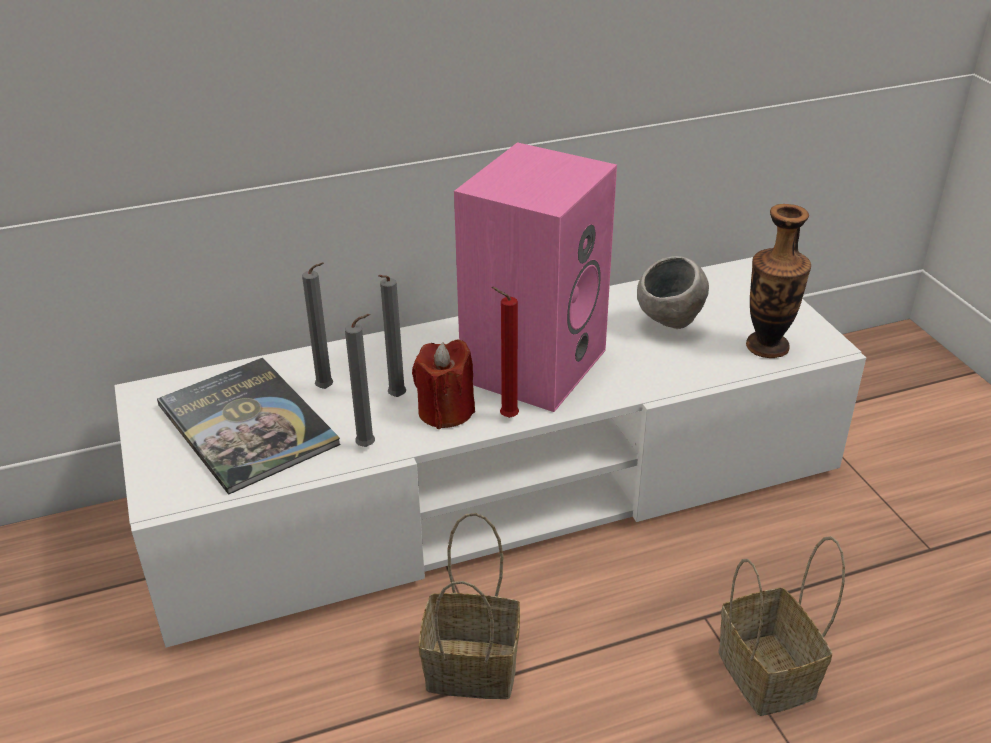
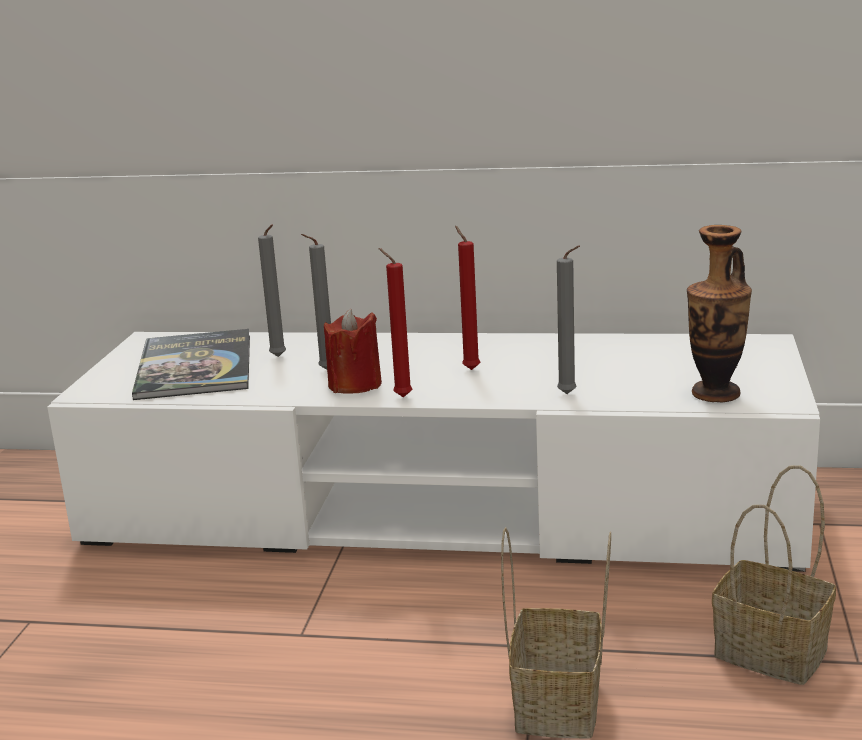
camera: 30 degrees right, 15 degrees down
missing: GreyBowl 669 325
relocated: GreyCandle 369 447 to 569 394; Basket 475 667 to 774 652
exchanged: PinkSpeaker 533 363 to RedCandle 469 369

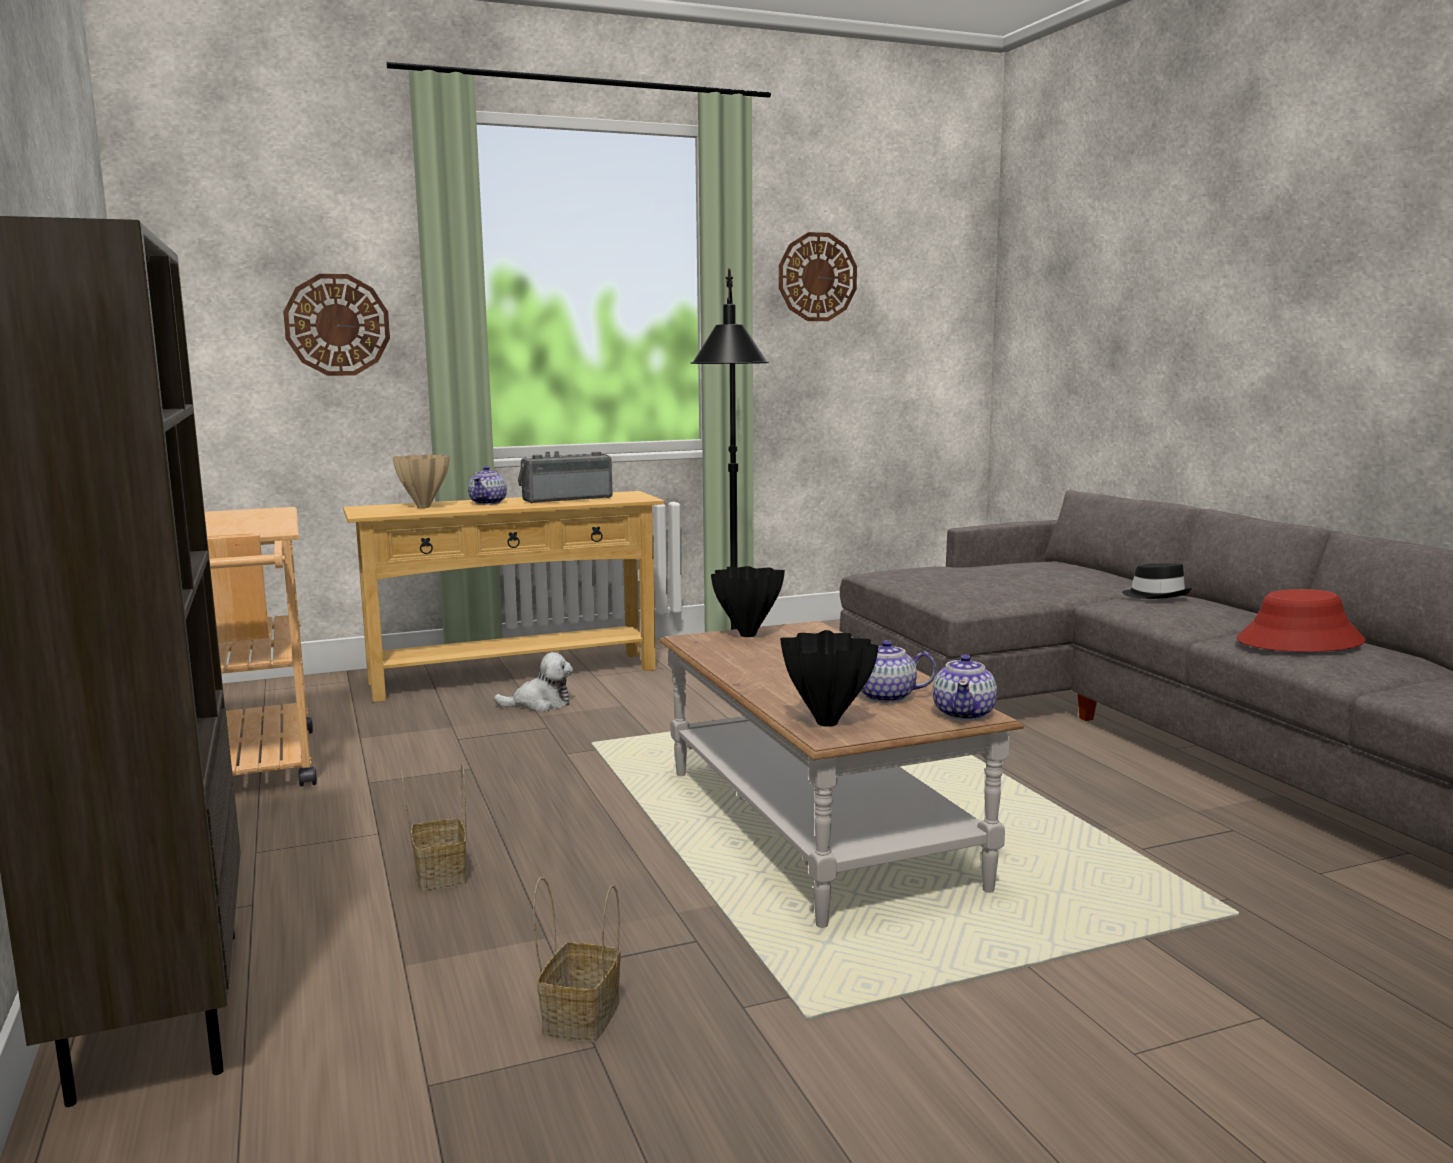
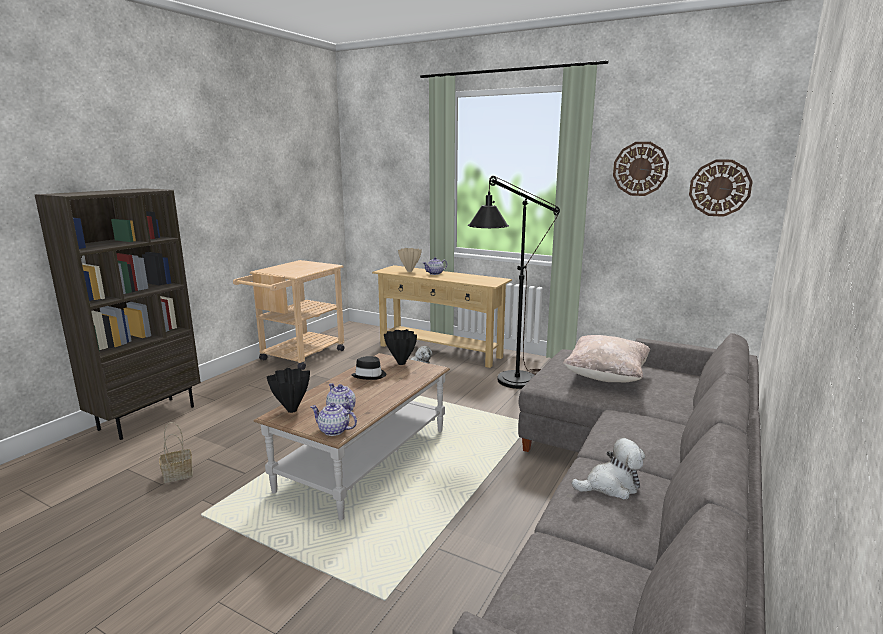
camera: 50 degrees right, 5 degrees up
missing: Basket 439 874; Radio 566 499
appeared: BeigePillow 606 376
relocated: WallClock 337 325 to 719 188; BlackHat 1156 595 to 370 375
exchanged: RedHat 1299 641 to PlushToy 610 486
spun: Teapot 964 713 = 334 431 45 degrees clockwise

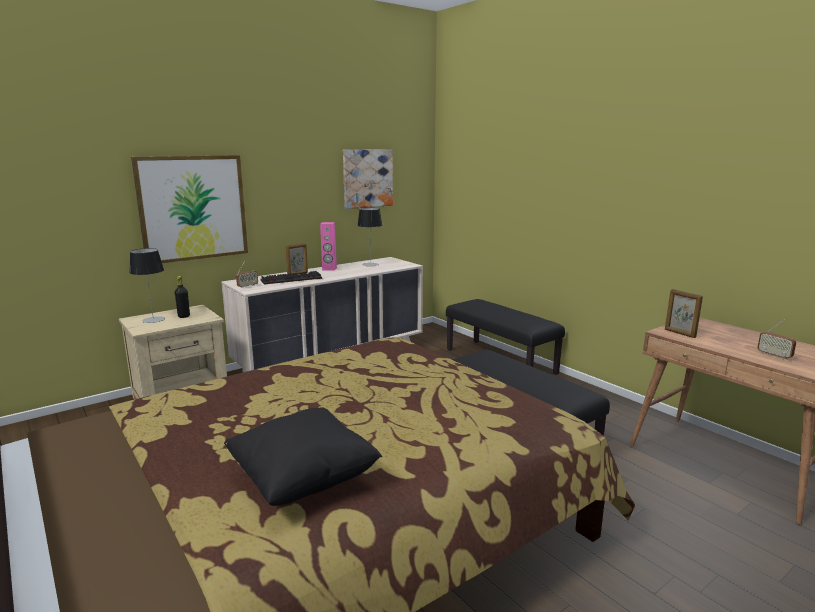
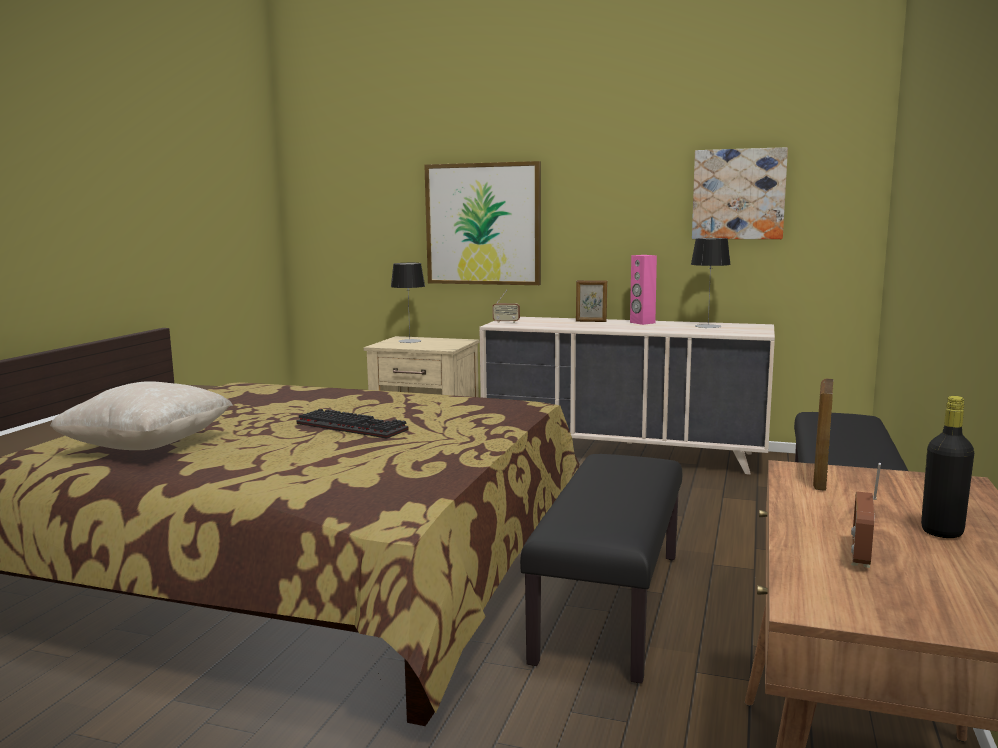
camera: 55 degrees right, 5 degrees down
relocated: BlackBottle 184 316 to 942 531; Keyboard 292 279 to 354 427
colour: BlackPillow 303 480 to BeigePillow 147 447

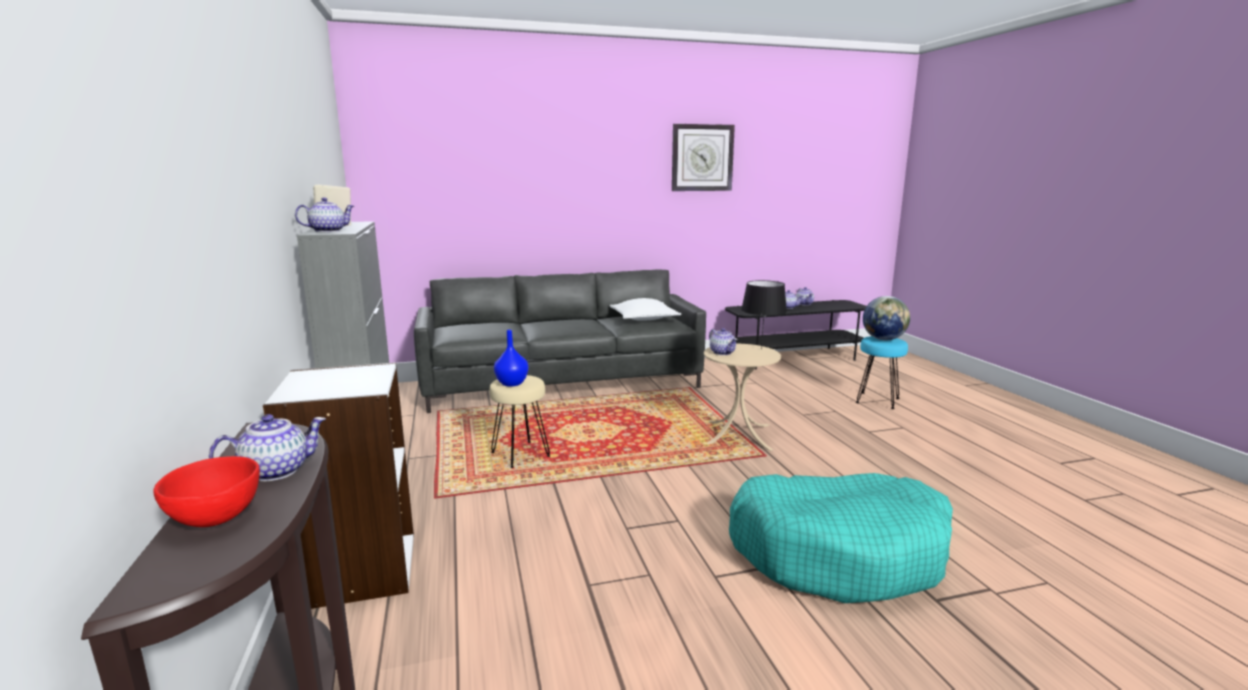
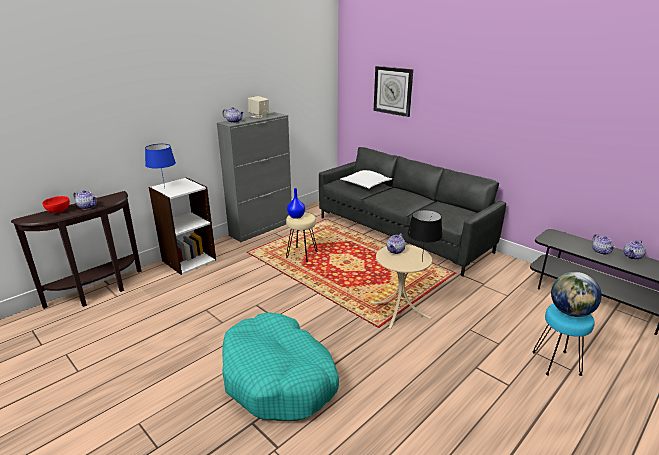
camera: 60 degrees right, 10 degrees up
appeared: BlueTableLamp 164 188
relocated: WhitePillow 644 318 to 366 184; WallClock 702 158 to 393 91

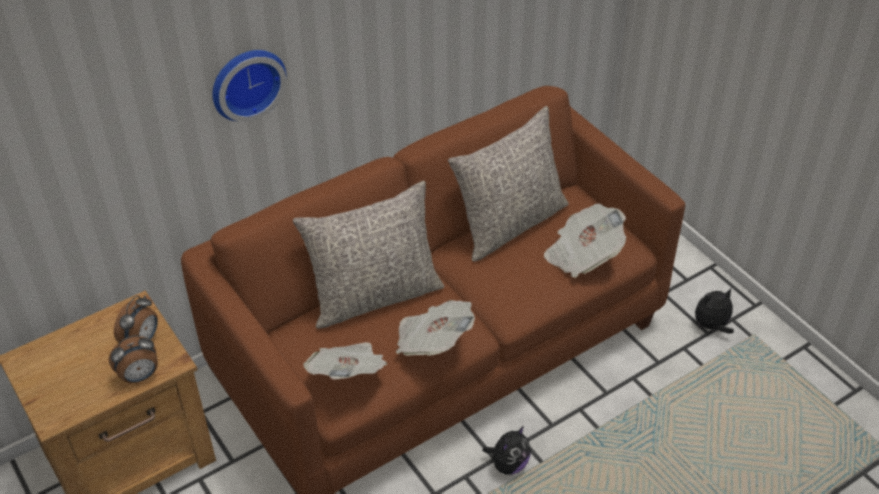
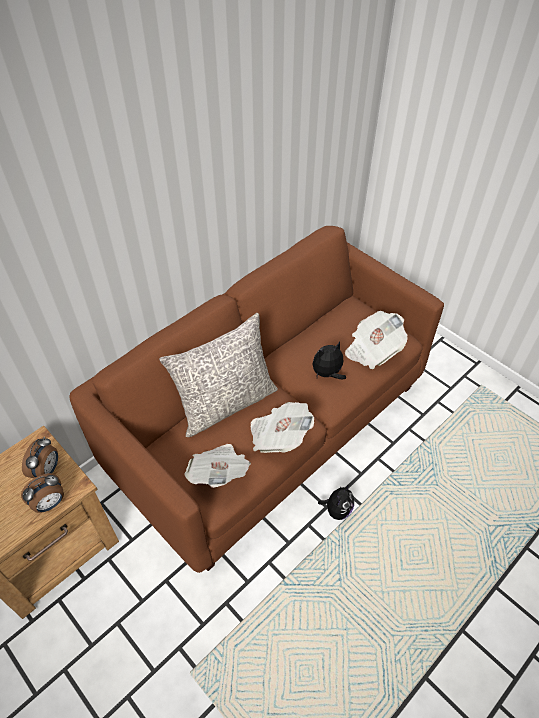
camera: 10 degrees left, 5 degrees up
missing: WallClock 246 82; GreyPillow 509 224
relocated: PlushToy 711 326 to 327 374

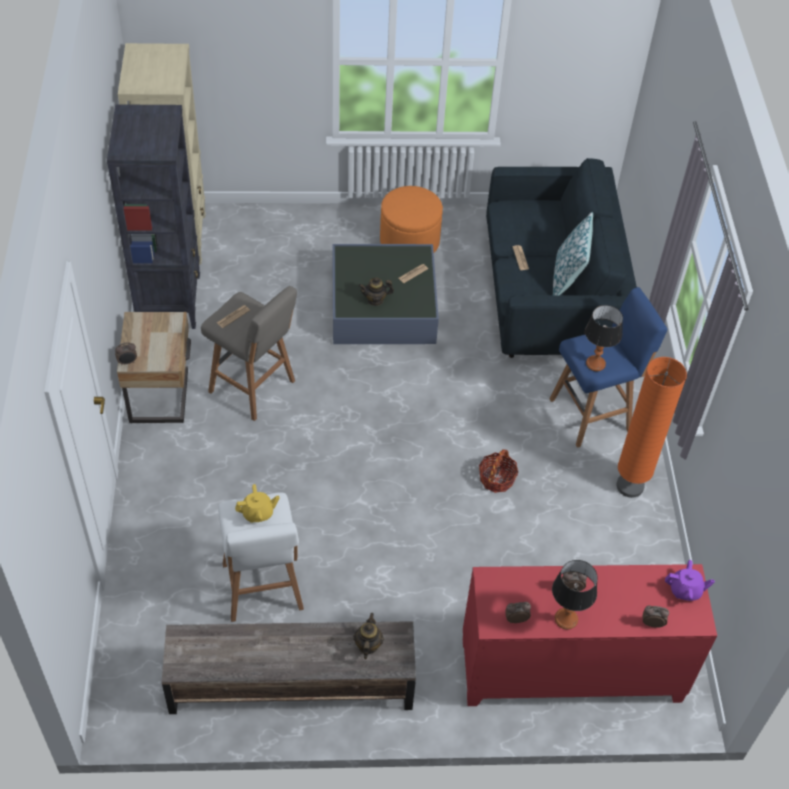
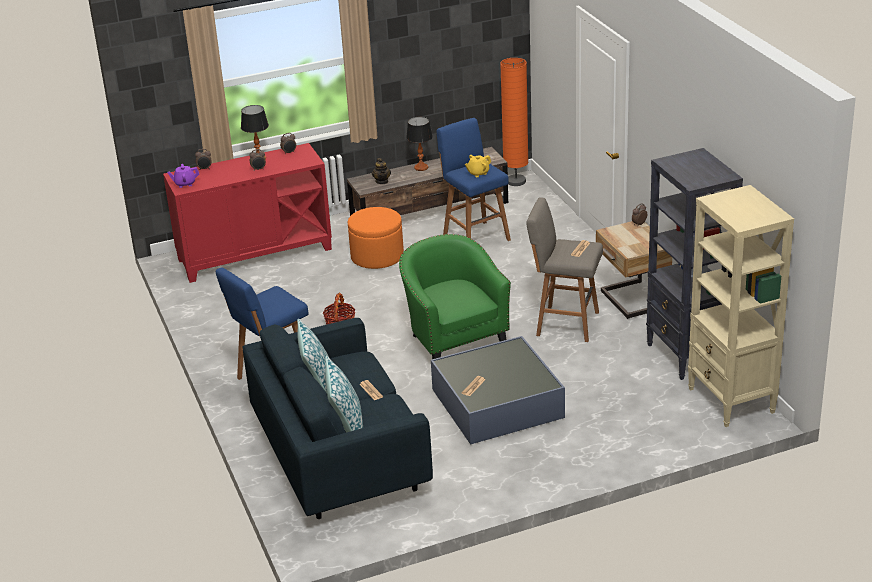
camera: 165 degrees right, 20 degrees down
missing: Teapot 375 300
appeared: Pillow 346 427; GreenArmchair 453 339
relocated: OrangeOttoman 409 241 to 377 256; TableLamp 595 363 to 421 168; OrangeFloorLamp 630 486 to 516 181
colour: WhiteStool 263 589 to BlueStool 475 237

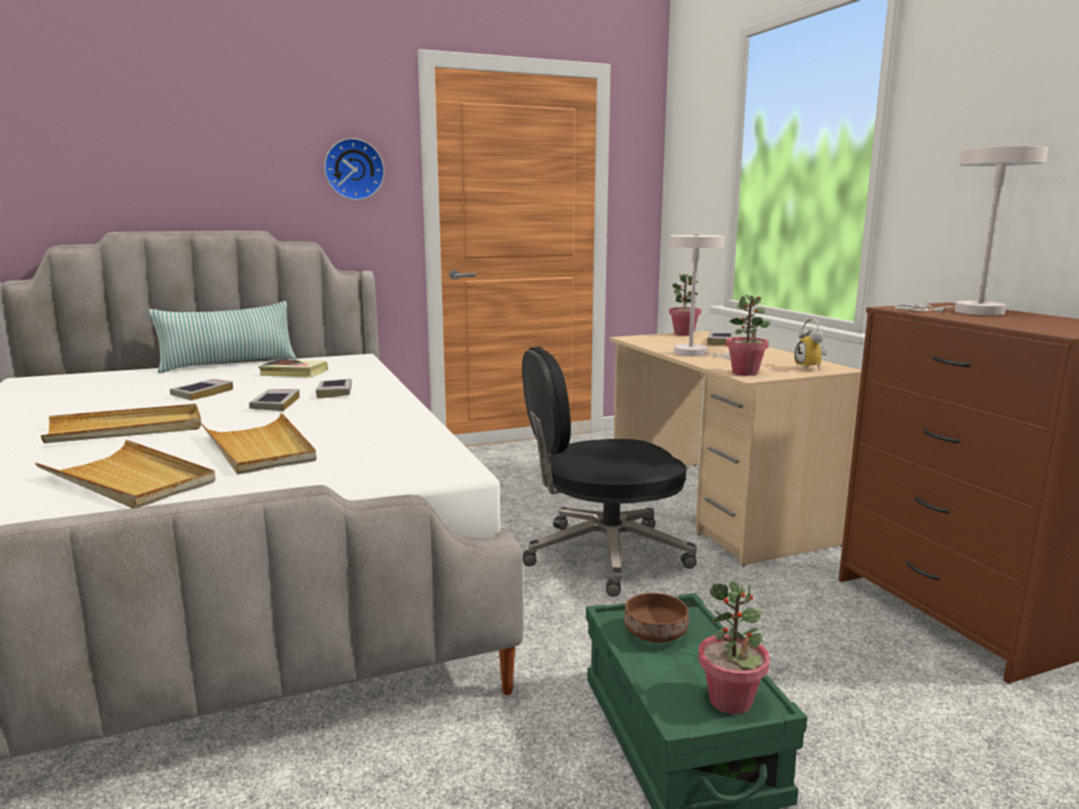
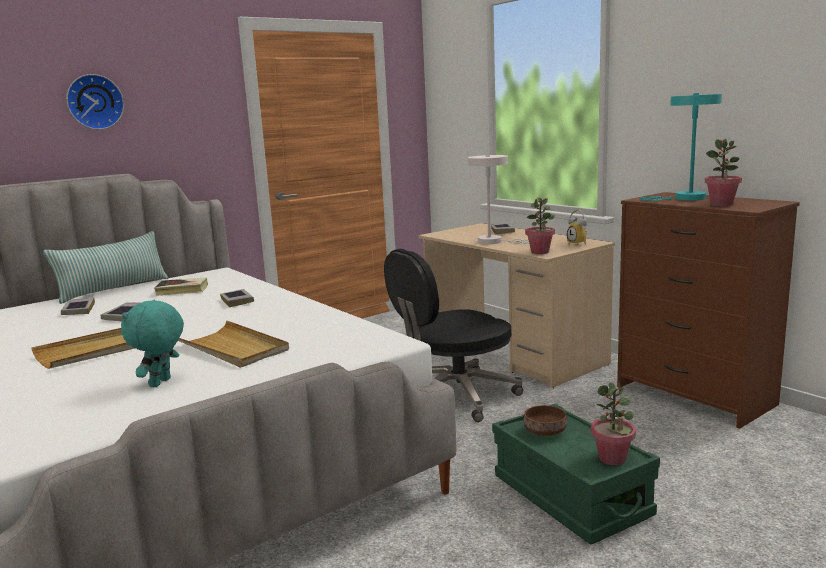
camera: 15 degrees left, 0 degrees up
relocated: Book 275 404 to 78 310; WallClock 353 169 to 94 102; PottedPlant 683 334 to 721 204
exchanged: BeigeTray 129 480 to TurquoisePlushToy 161 383
colour: WhiteTableLamp 969 312 to TurquoiseTableLamp 685 198

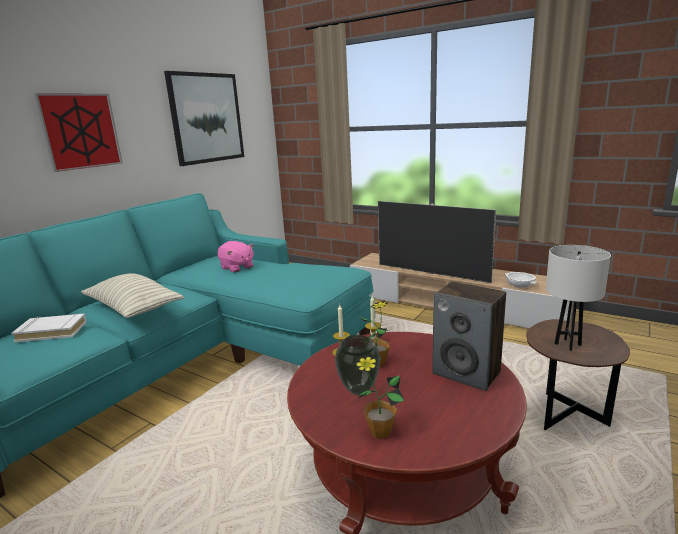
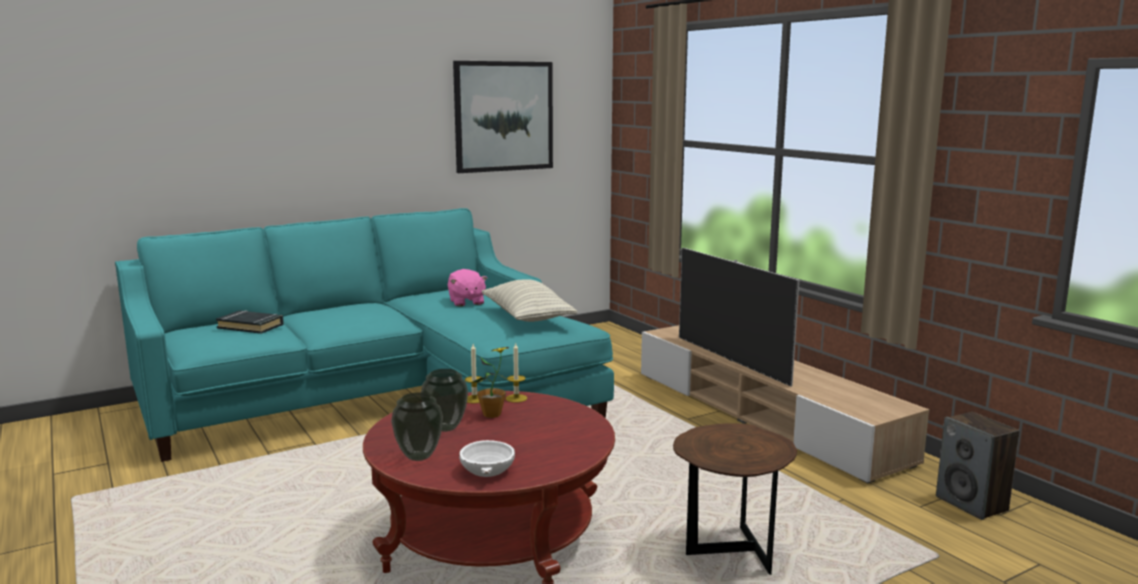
camera: 25 degrees right, 5 degrees down
missing: Picture 81 131; WhiteTableLamp 568 344
relocated: Pillow 134 308 to 527 317; Speaker 467 373 to 972 504; WhiteBowl 519 285 to 486 470
exchanged: PottedPlant 380 432 to Vase 419 457
colour: WhiteBook 52 331 to BlackBook 251 326

